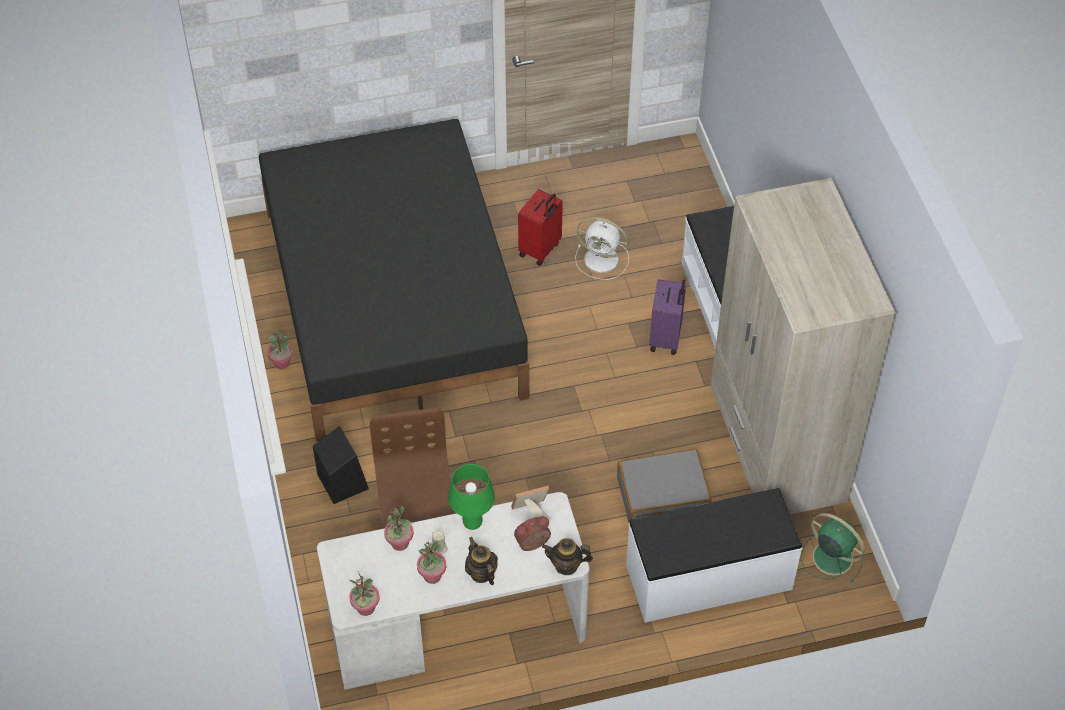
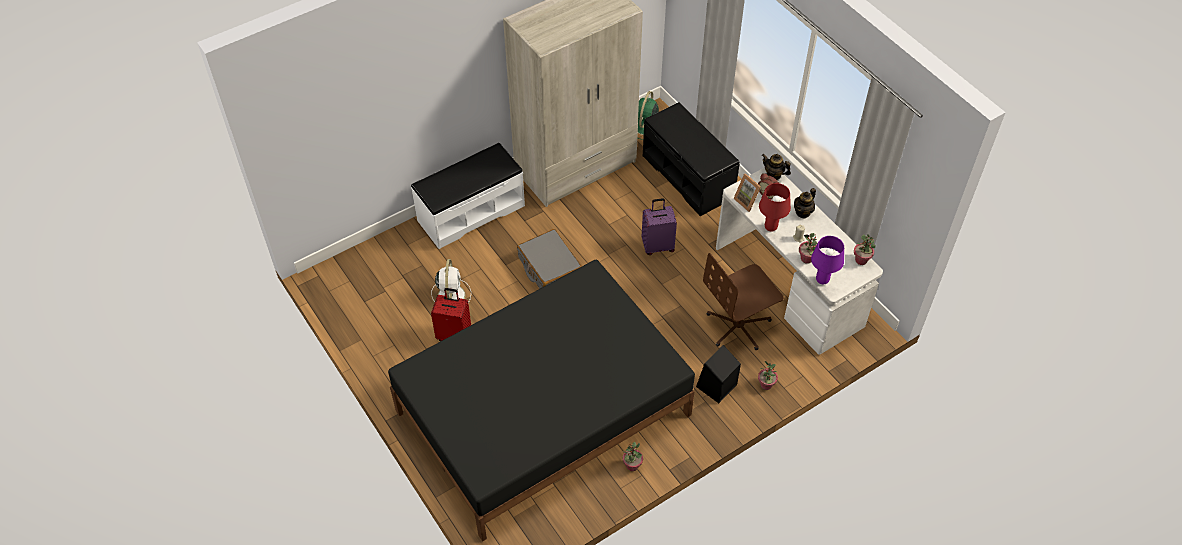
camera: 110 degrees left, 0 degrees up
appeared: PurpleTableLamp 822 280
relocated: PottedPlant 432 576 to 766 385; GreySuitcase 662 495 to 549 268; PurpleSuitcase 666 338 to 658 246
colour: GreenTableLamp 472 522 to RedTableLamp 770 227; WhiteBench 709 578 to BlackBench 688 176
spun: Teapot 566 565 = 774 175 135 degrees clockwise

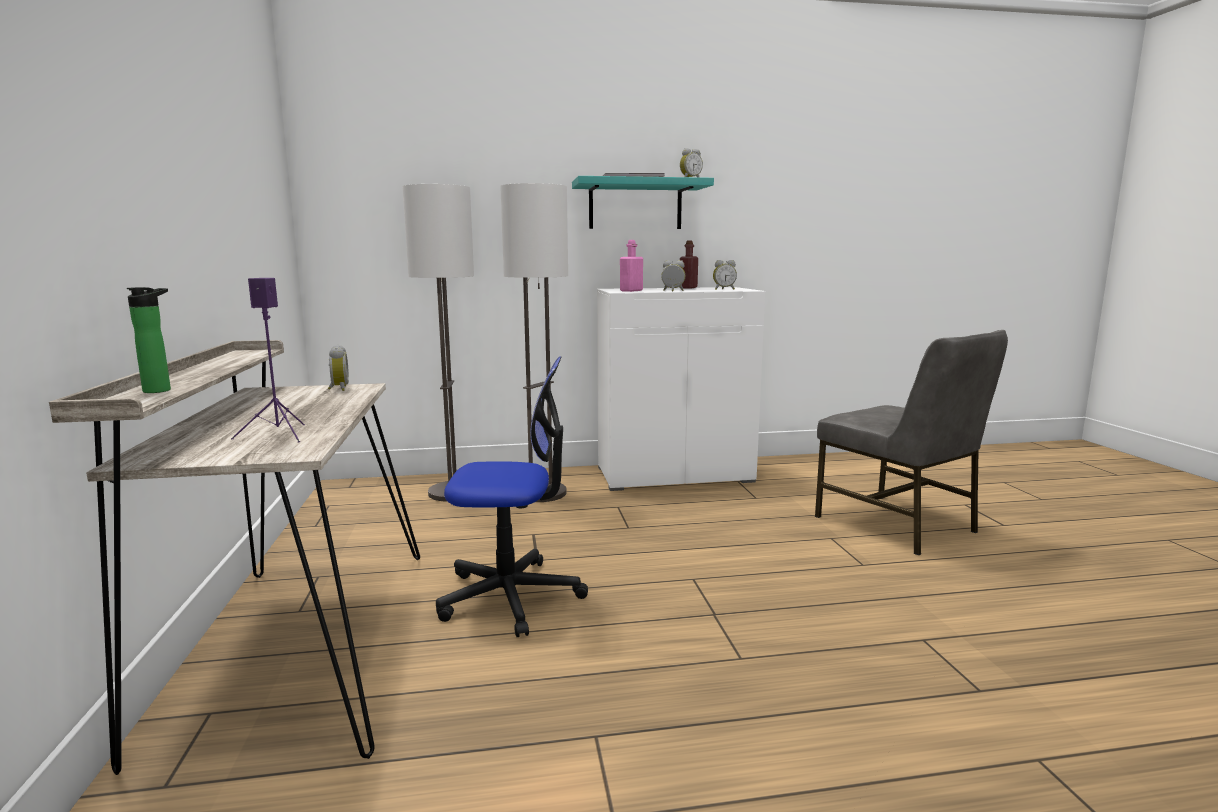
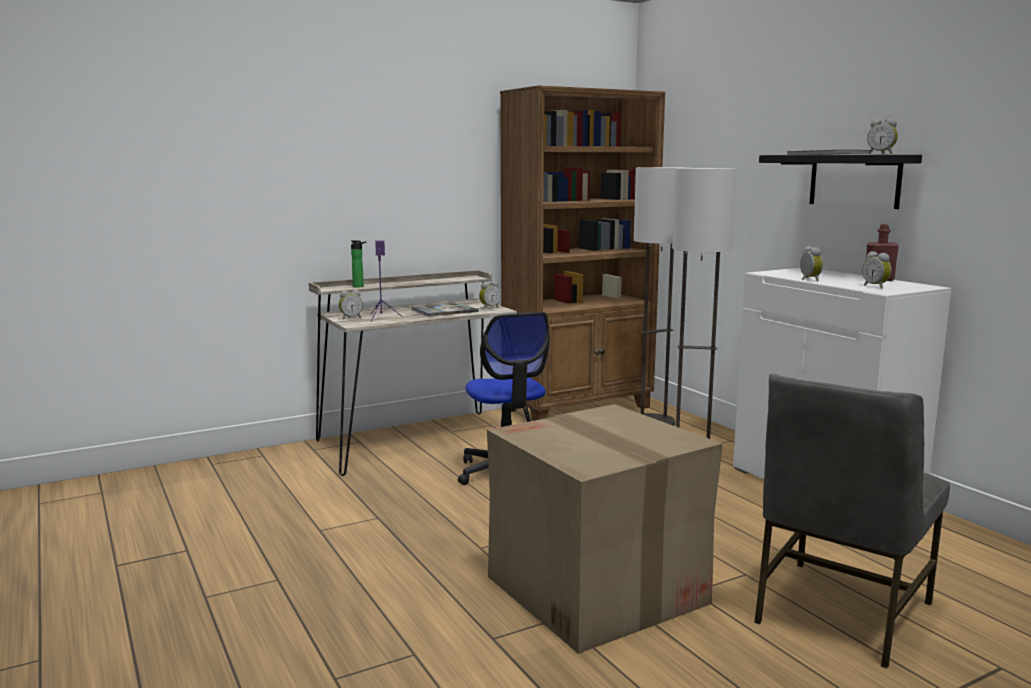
camera: 70 degrees right, 0 degrees up
missing: PinkBottle 631 291
appeared: AlarmClock 350 318; Book 444 311; CardboardBox 597 590; BrownBookcase 579 409
colour: TurquoiseShelf 635 205 to BlackShelf 854 180

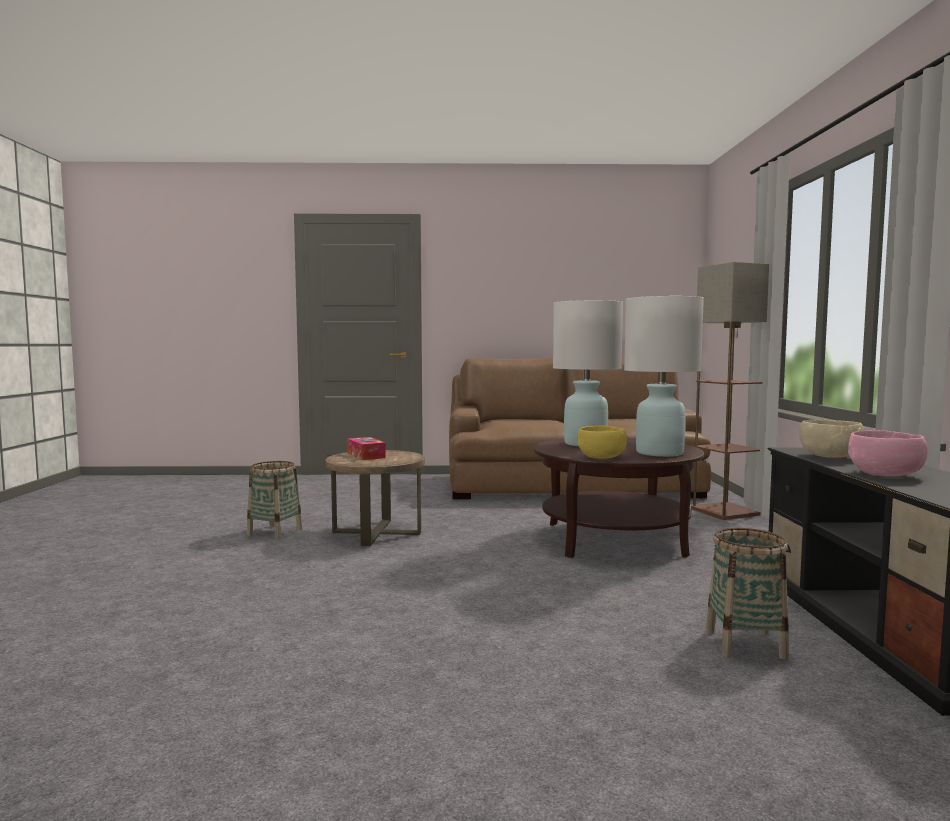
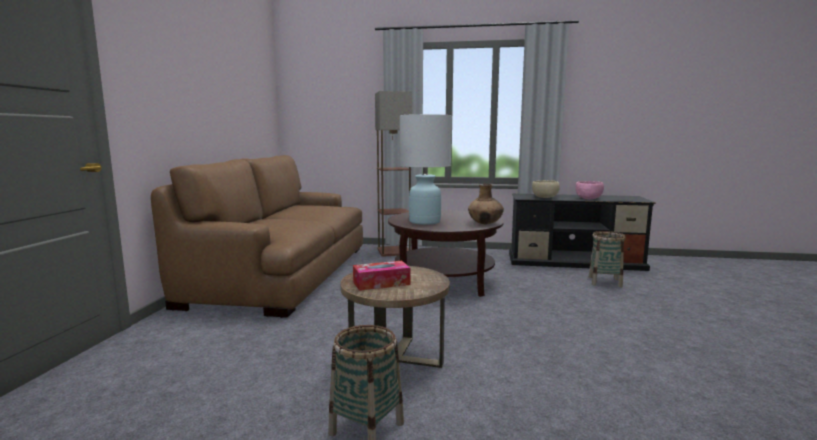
camera: 80 degrees left, 5 degrees up
missing: WhiteTableLamp 659 453
exchanged: YellowBowl 602 458 to BrownVase 485 223

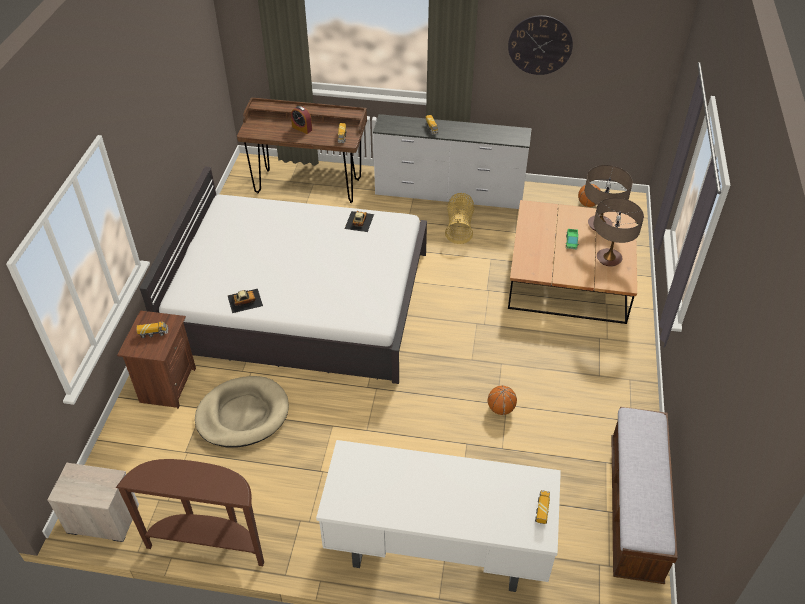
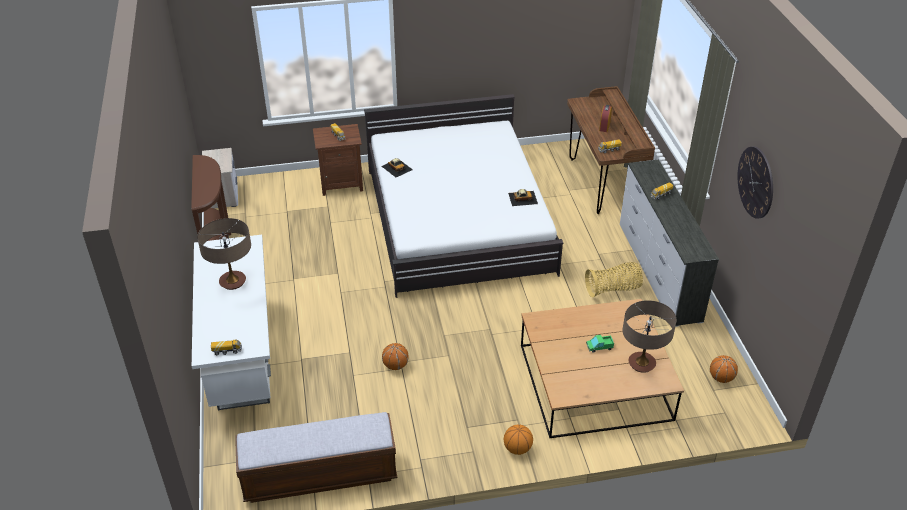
camera: 70 degrees right, 5 degrees down
missing: BeigeDogBed 242 414
appeared: Basketball 517 448
relocated: TableLamp 608 259 to 232 282

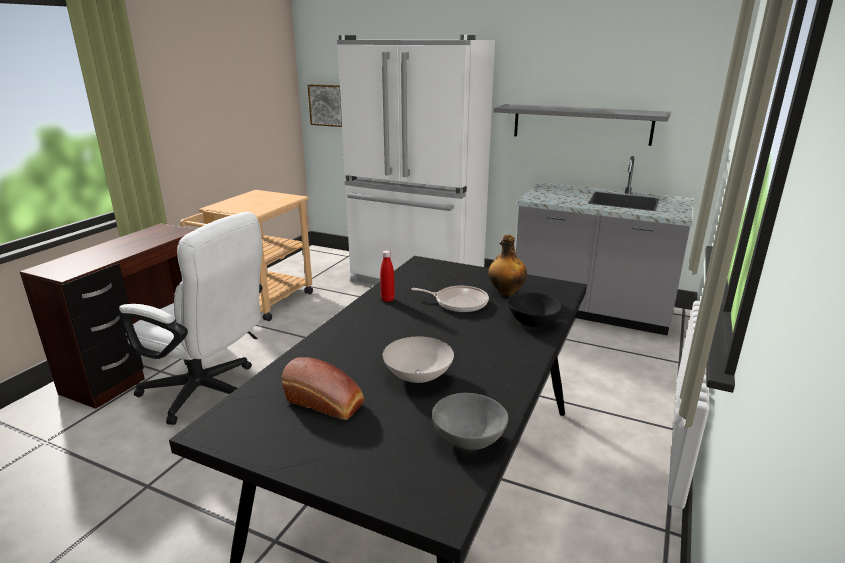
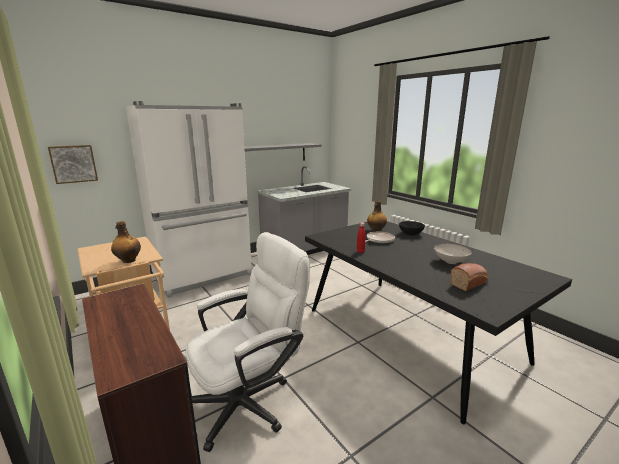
camera: 60 degrees left, 5 degrees down
missing: GreyBowl 468 439
appeared: Bottle 128 260

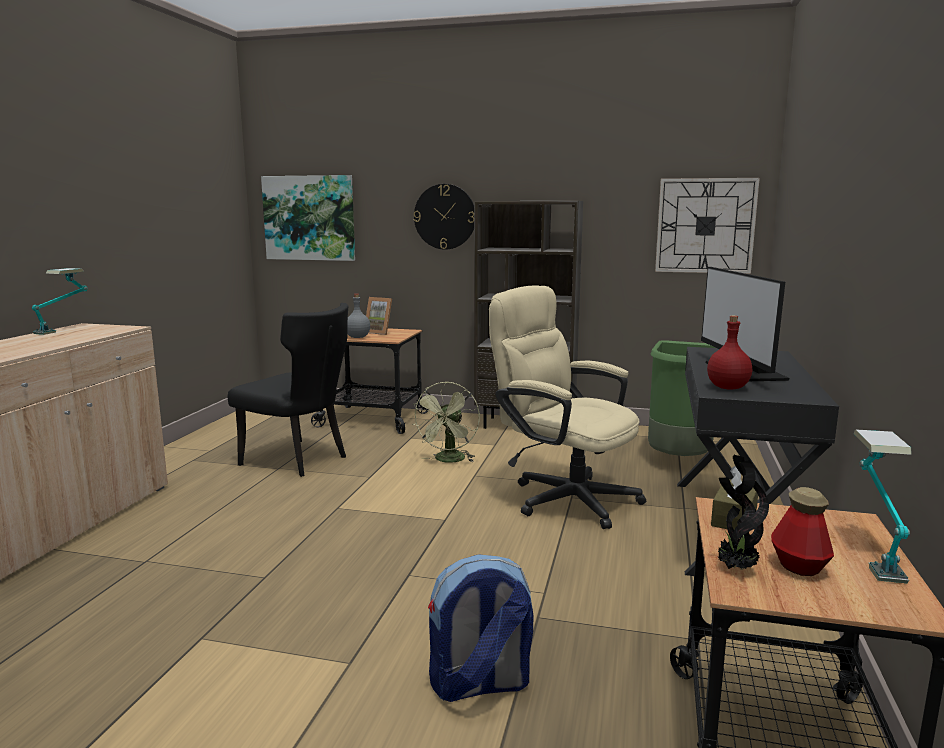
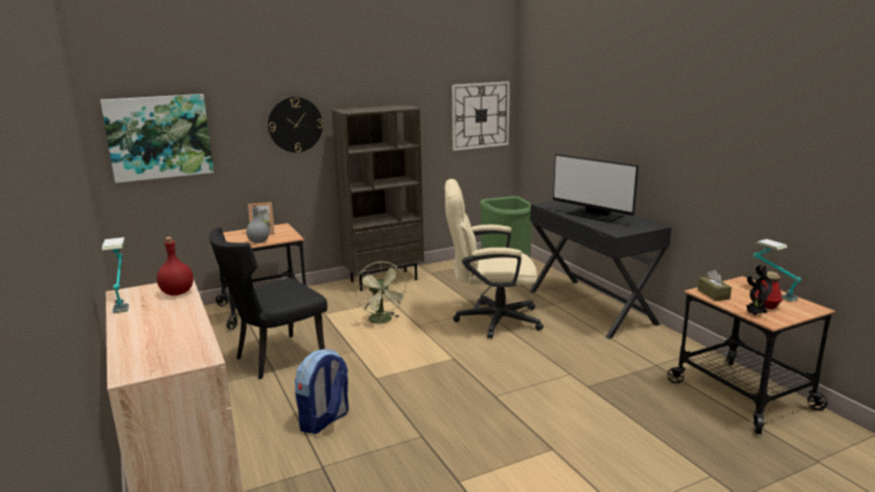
camera: 40 degrees left, 5 degrees up
relocated: Backpack 479 685 to 324 421; RedBottle 727 387 to 176 293
spun: BlackChair 299 460 = 276 358 150 degrees clockwise

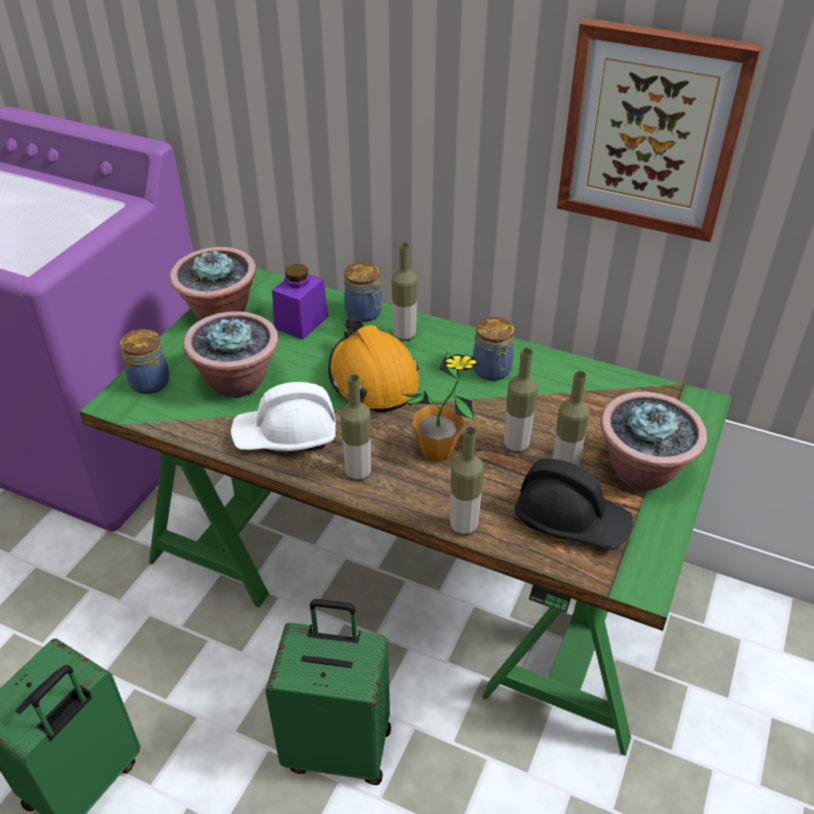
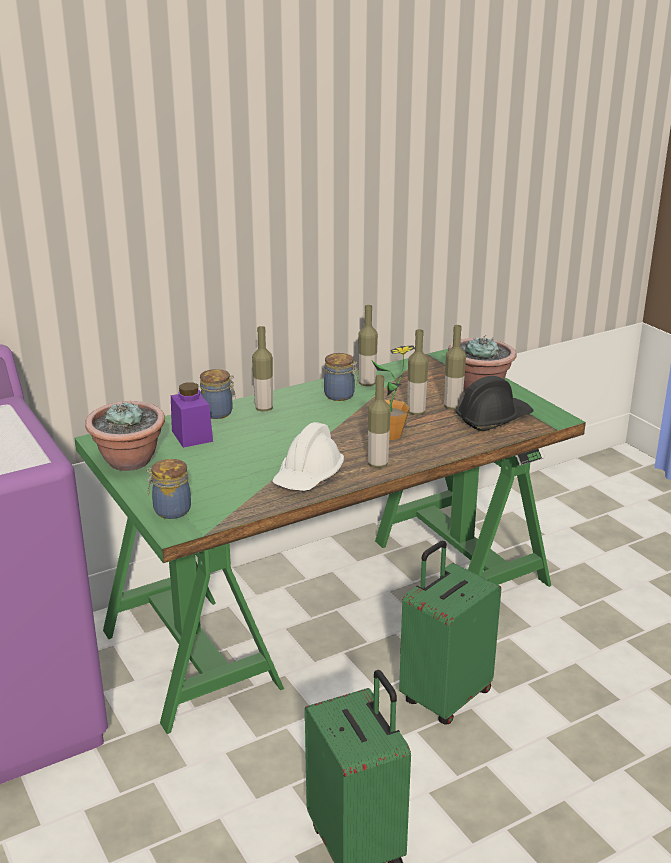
camera: 55 degrees left, 15 degrees down
missing: PottedPlant 237 382; OrangeHardHat 373 379; Picture 651 130
relocated: Bottle 463 527 to 367 384

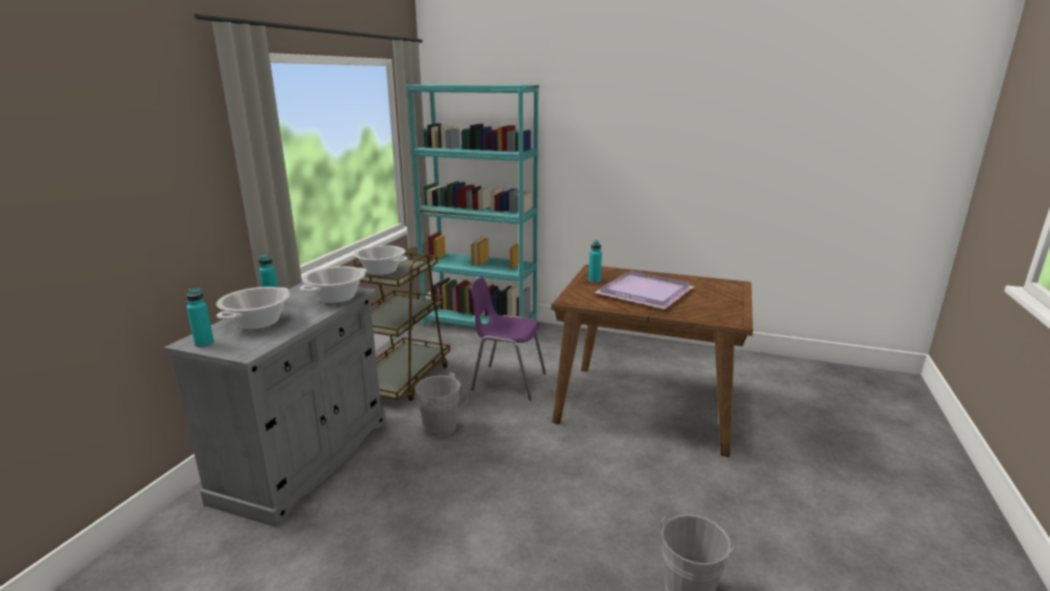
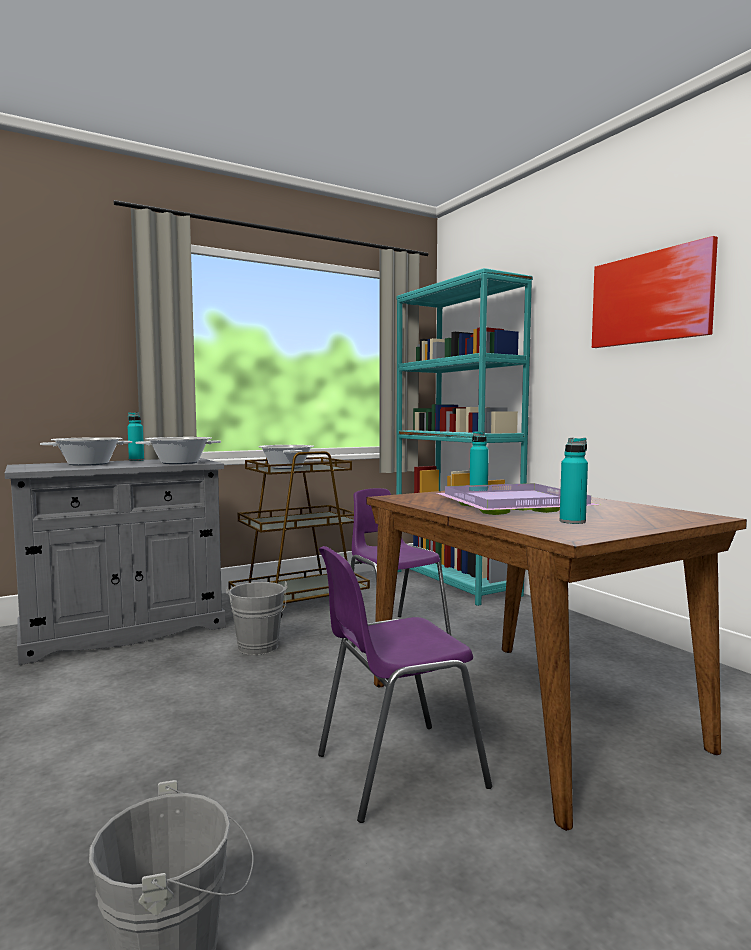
camera: 40 degrees right, 15 degrees down
appeared: PurpleChair 395 770; Picture 650 298
relocated: TurquoiseBottle 204 343 to 572 521

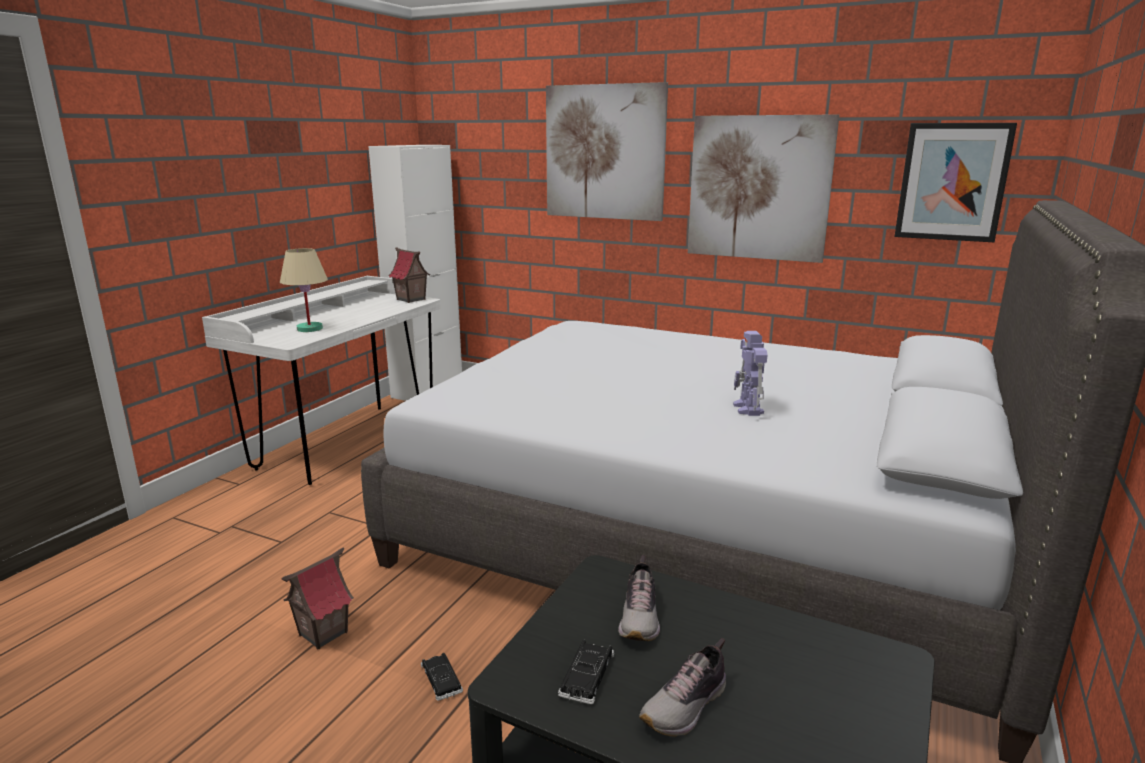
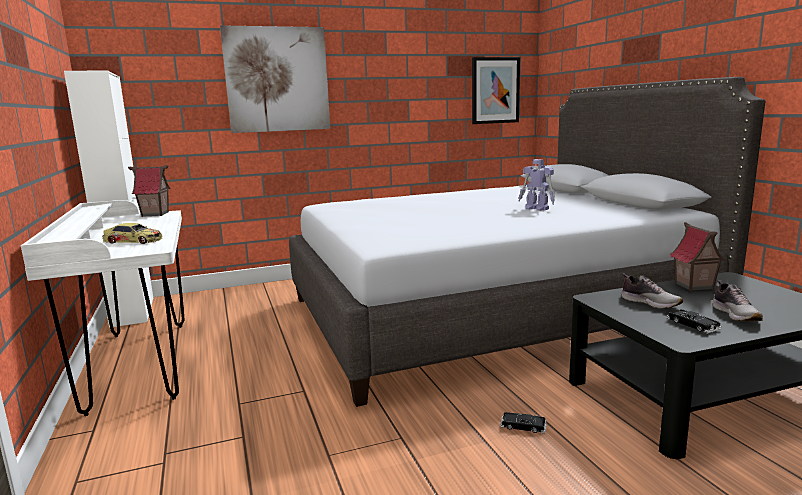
camera: 45 degrees left, 5 degrees down
missing: Picture 758 188
relocated: ToyHouse 322 633 to 693 286
exchanged: BeigeTableLamp 310 328 to ToyCar 133 241

